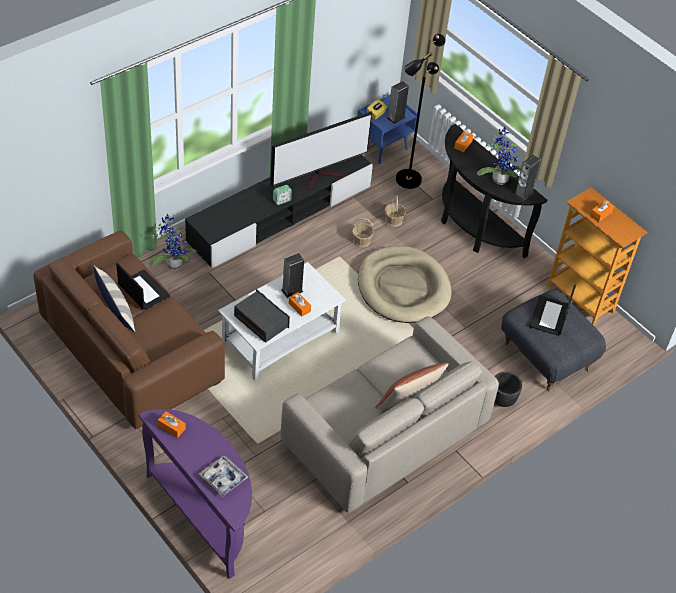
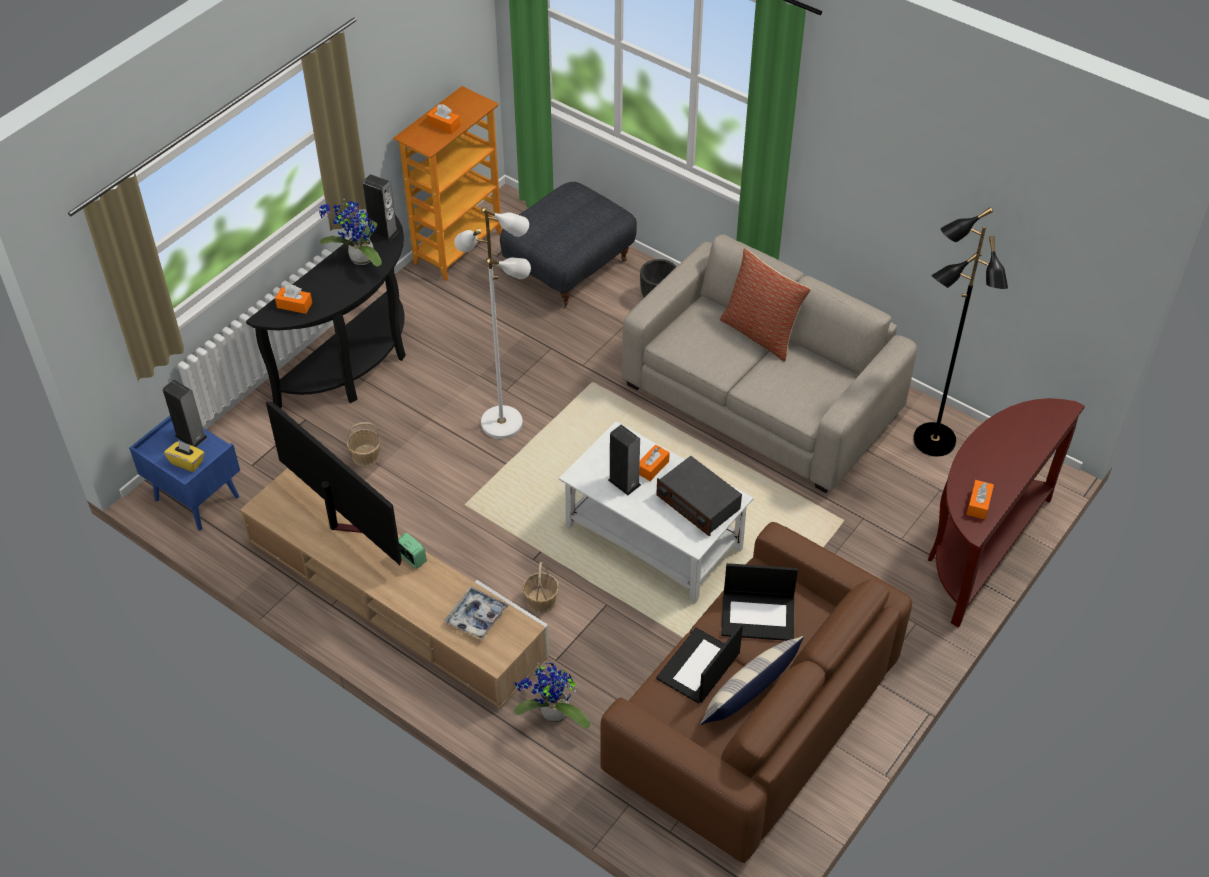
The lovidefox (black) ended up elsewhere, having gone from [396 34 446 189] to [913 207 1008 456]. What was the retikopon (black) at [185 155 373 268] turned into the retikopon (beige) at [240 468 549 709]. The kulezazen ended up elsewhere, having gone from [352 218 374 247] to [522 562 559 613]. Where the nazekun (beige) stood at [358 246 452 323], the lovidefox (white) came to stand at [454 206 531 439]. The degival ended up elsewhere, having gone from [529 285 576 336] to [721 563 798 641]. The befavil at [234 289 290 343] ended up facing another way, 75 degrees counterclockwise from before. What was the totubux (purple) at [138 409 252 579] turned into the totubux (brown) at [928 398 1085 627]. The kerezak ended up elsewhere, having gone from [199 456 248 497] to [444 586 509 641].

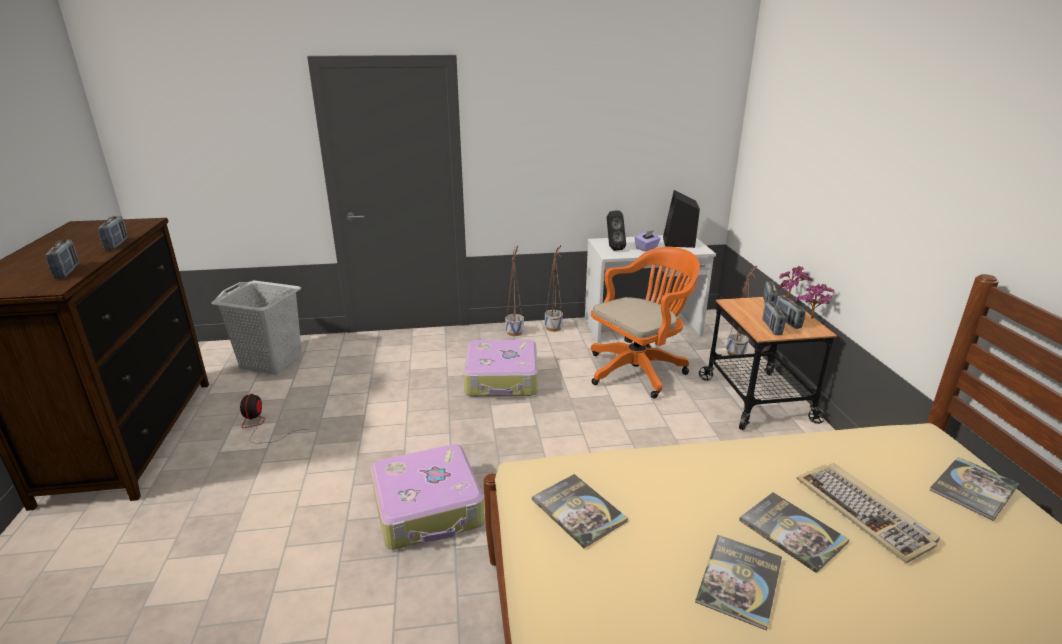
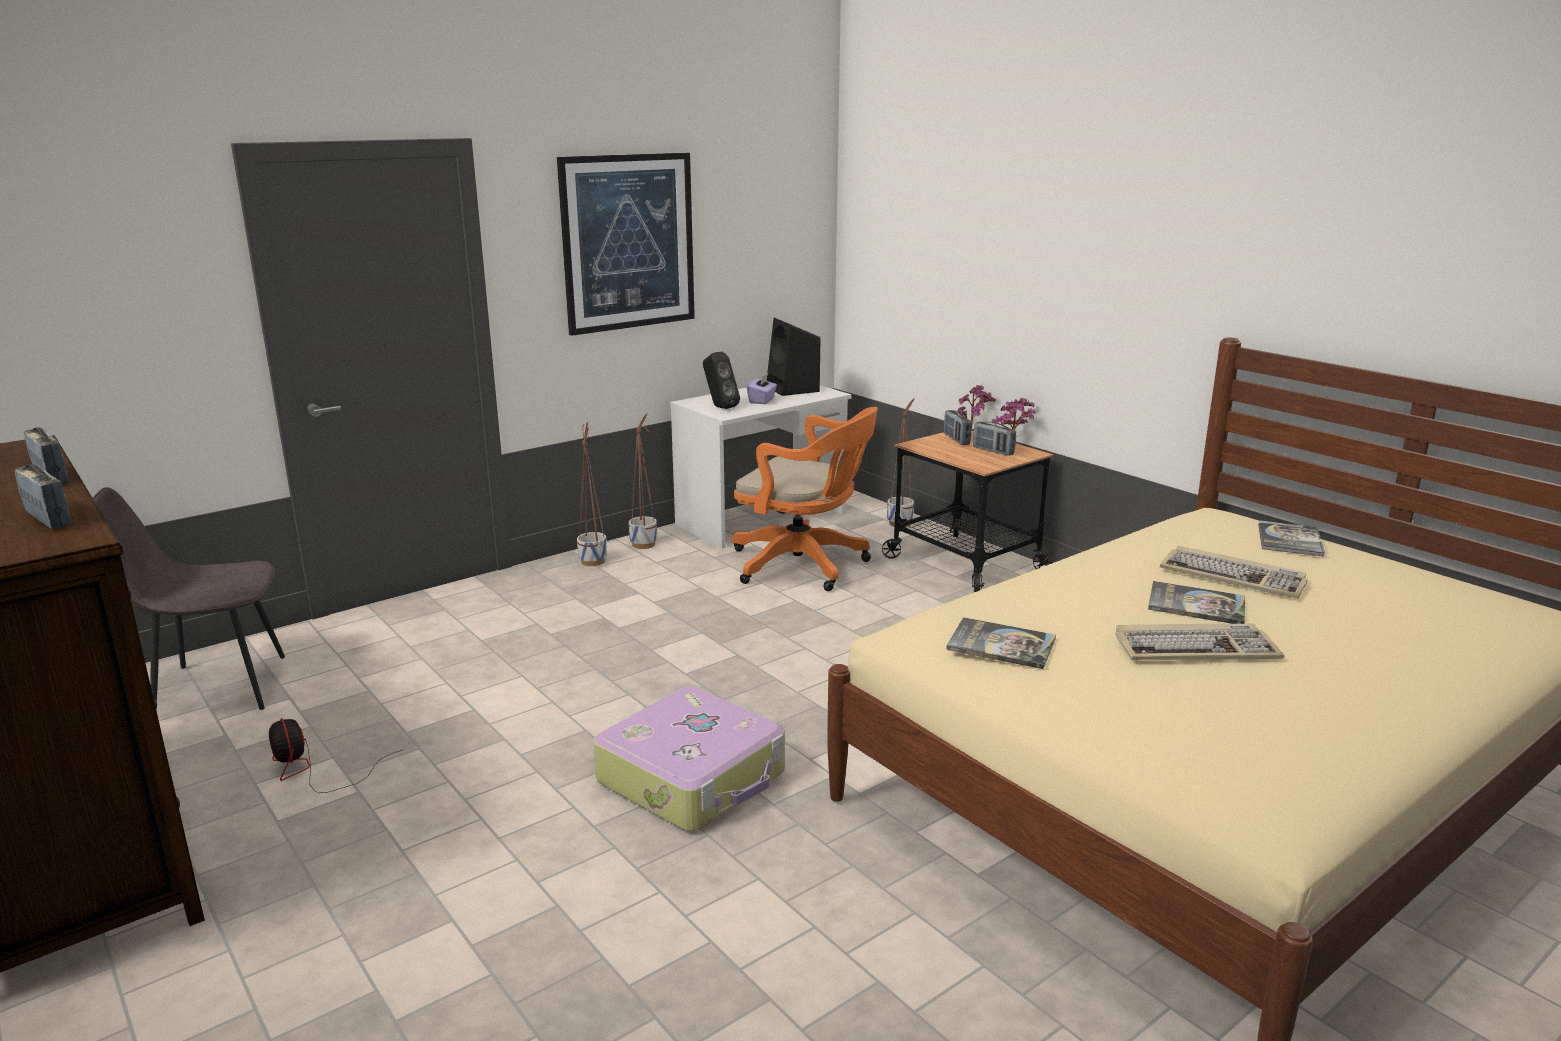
The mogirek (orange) at [591 247 700 399] ended up facing another way, 90 degrees clockwise from before. Where the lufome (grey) stood at [211 280 302 375], the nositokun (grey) came to stand at [93 487 285 710]. The second view lost the befavil at [762 301 786 335]. The second view lost the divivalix at [463 340 538 397]. Where the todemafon stood at [695 535 782 631], the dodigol came to stand at [1115 624 1284 660]. The second view gained the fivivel at [557 153 695 336].

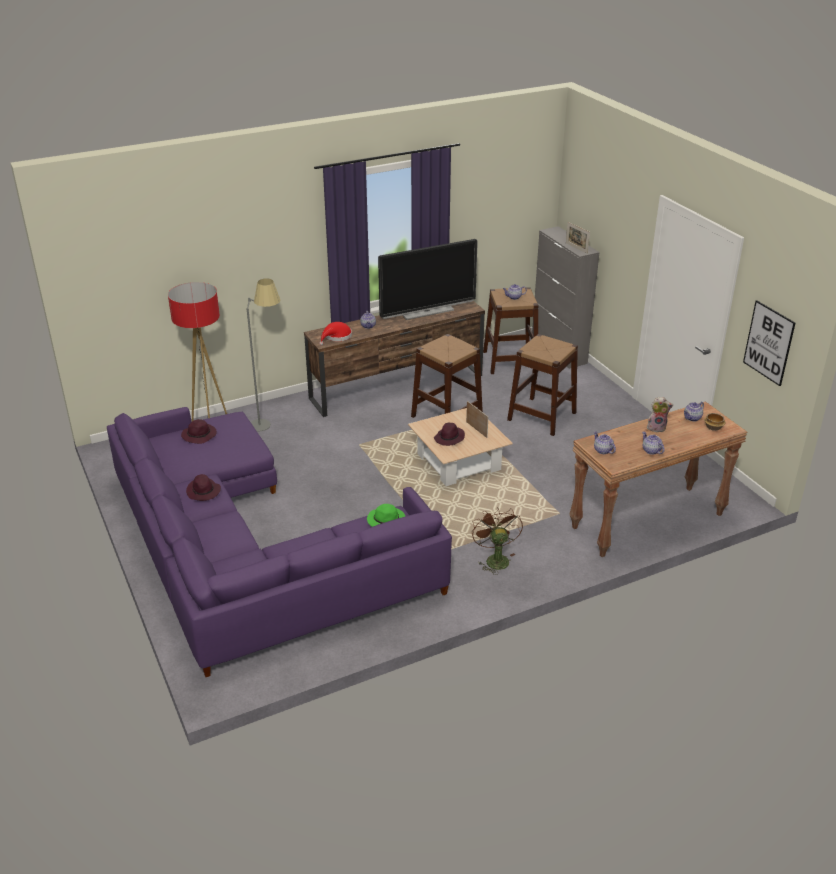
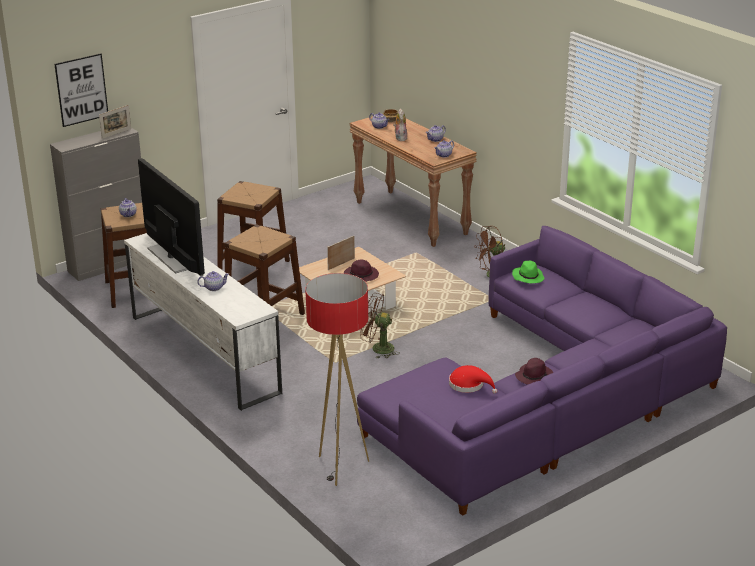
The second view lost the lovidefox (grey) at [246 278 280 431]. The fivivel ended up elsewhere, having gone from [743 300 795 386] to [54 53 108 127]. What was the retikopon (brown) at [304 301 485 417] turned into the retikopon (white) at [124 233 282 411]. The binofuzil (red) ended up elsewhere, having gone from [319 322 352 345] to [449 365 497 394]. The second view lost the binofuzil (purple) at [181 419 217 444]. The second view gained the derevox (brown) at [361 293 398 358].

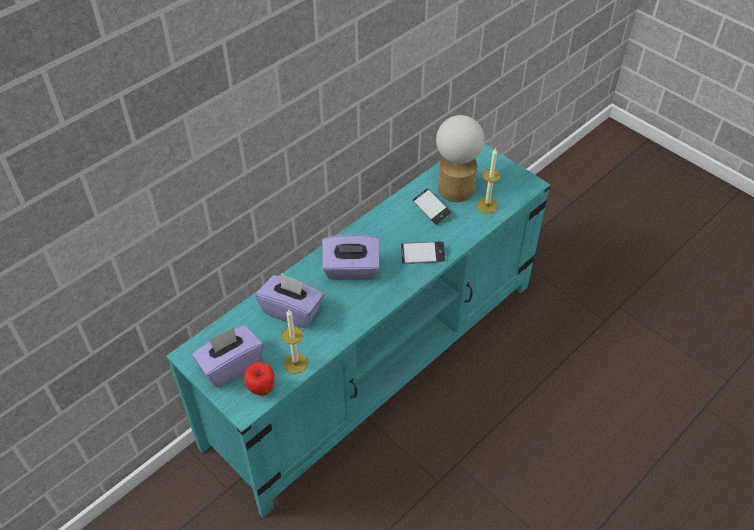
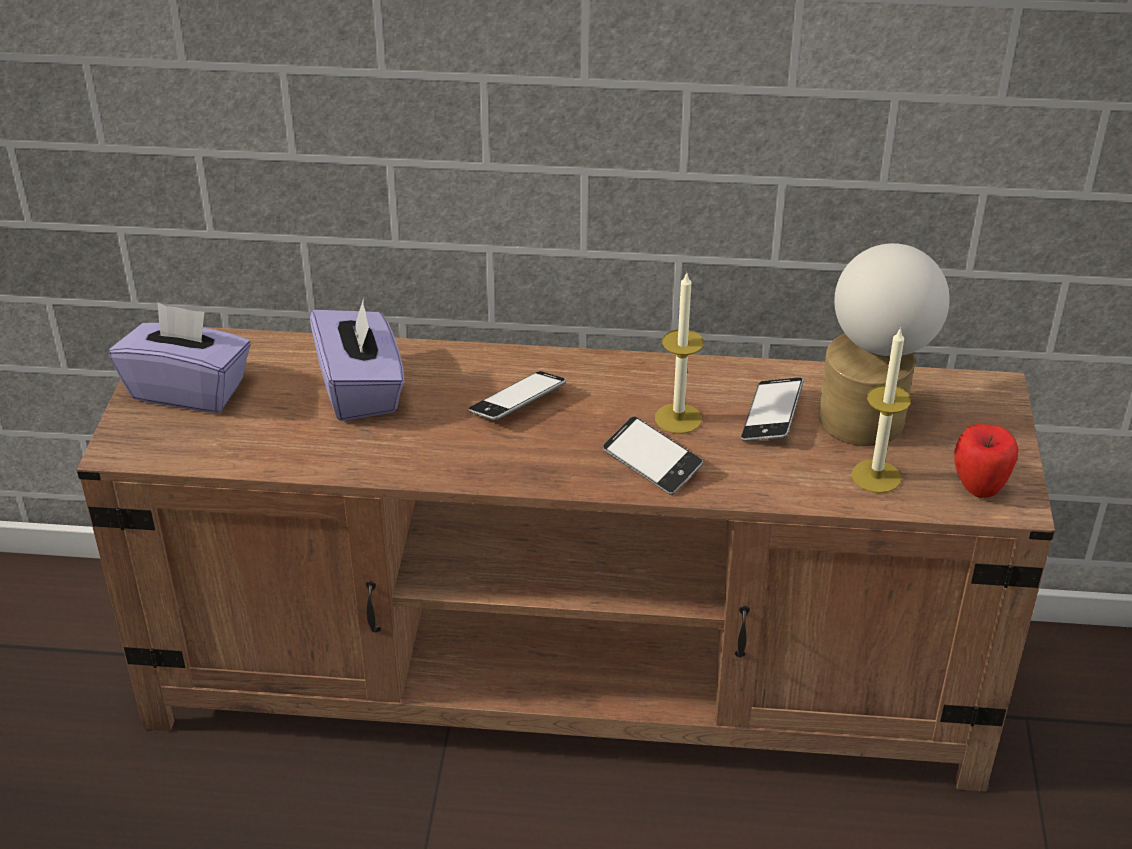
What was the retikopon (turquoise) at [166 143 550 518] turned into the retikopon (brown) at [77 327 1055 792]. Where the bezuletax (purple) stood at [322 235 380 280], the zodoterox came to stand at [469 371 566 420]. The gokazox ended up elsewhere, having gone from [282 310 308 374] to [655 272 703 434]. The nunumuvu ended up elsewhere, having gone from [244 362 275 396] to [954 424 1019 498].

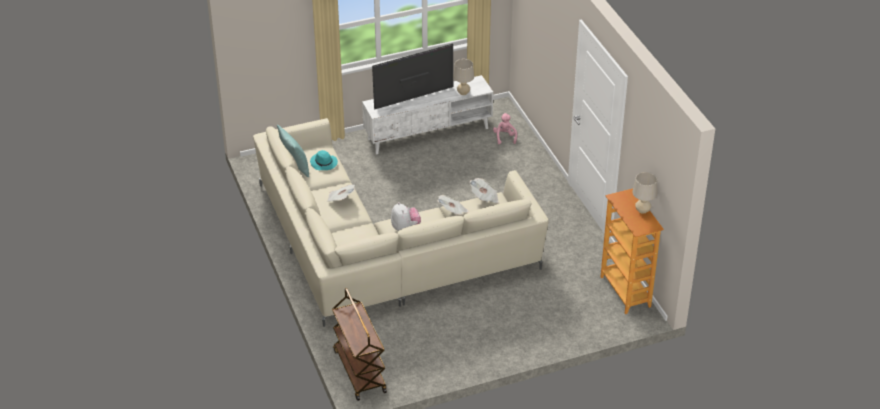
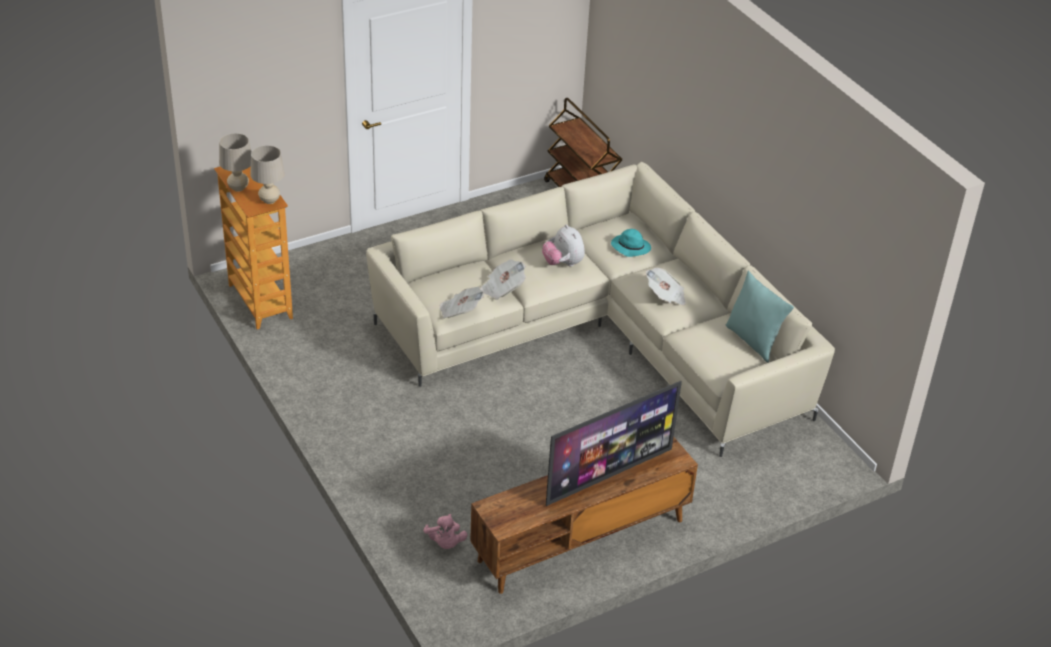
The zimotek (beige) ended up elsewhere, having gone from [453 59 474 95] to [250 145 285 204]. What was the retikopon (white) at [362 75 493 154] turned into the retikopon (brown) at [470 437 698 594]. The binofuzil (turquoise) ended up elsewhere, having gone from [310 150 338 170] to [611 229 651 257].

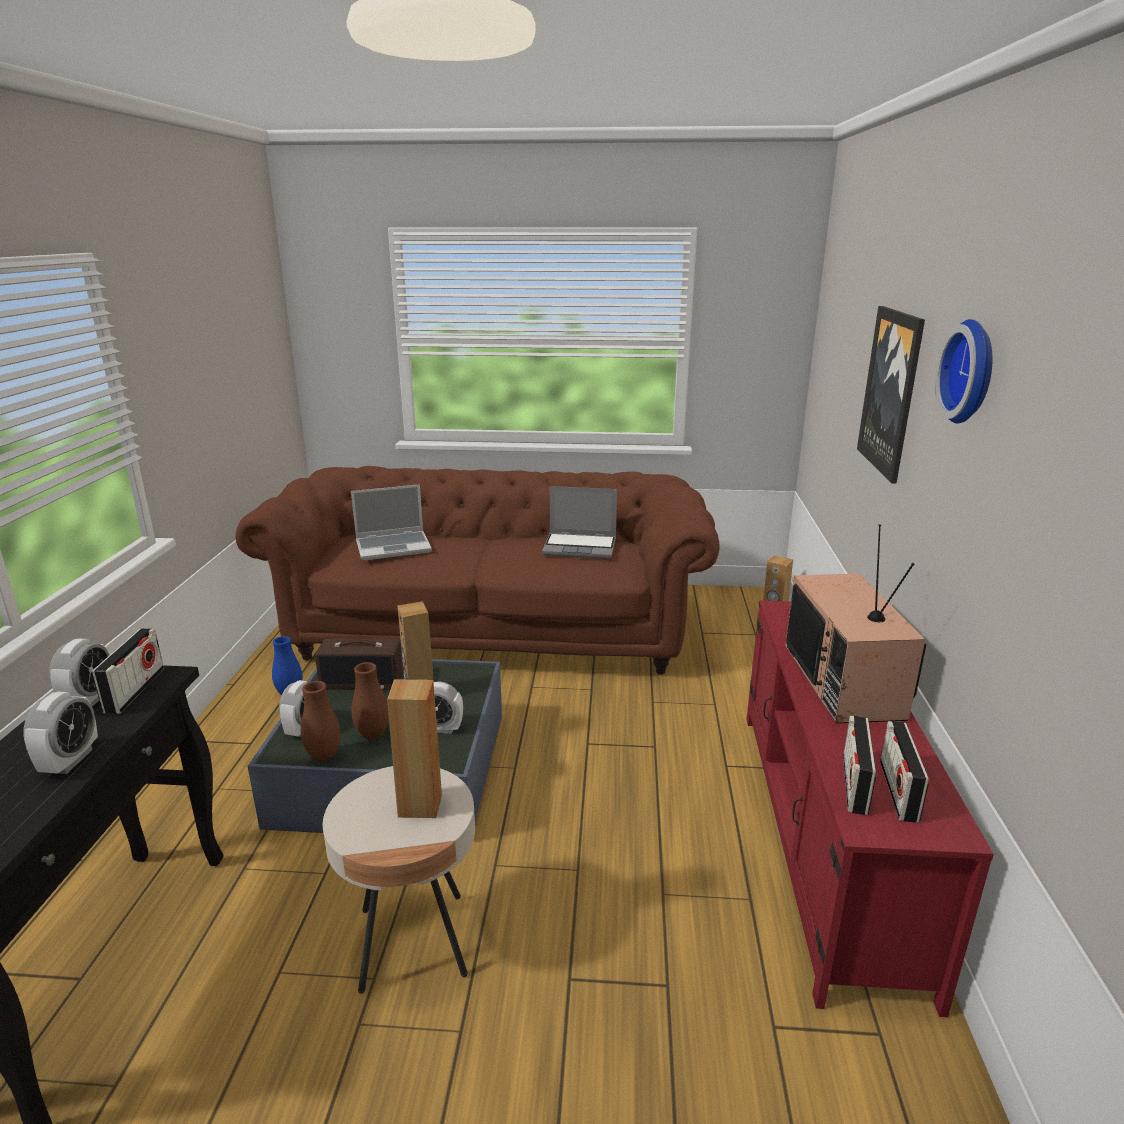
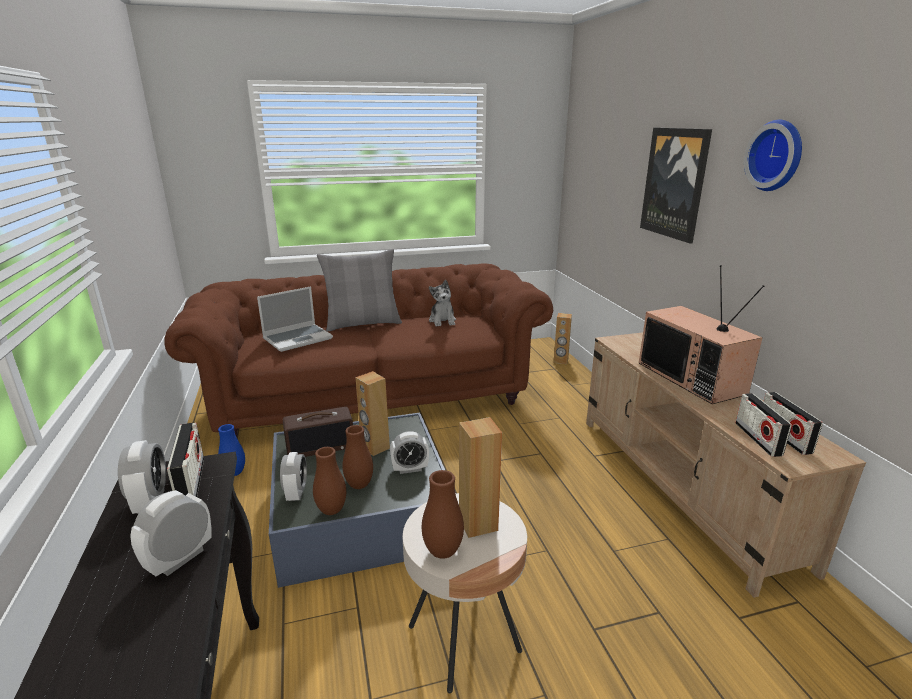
Where the degival stood at [542 486 617 559], the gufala came to stand at [429 280 456 327]. What was the retikopon (red) at [747 600 994 1017] turned into the retikopon (beige) at [586 332 866 598]. The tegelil at [23 692 98 774] ended up facing another way, 135 degrees counterclockwise from before. The second view gained the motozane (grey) at [317 249 402 331]. The second view gained the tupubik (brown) at [422 470 464 559].

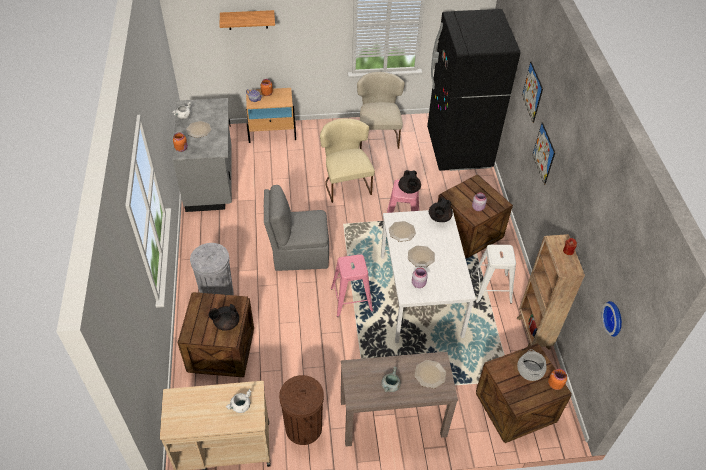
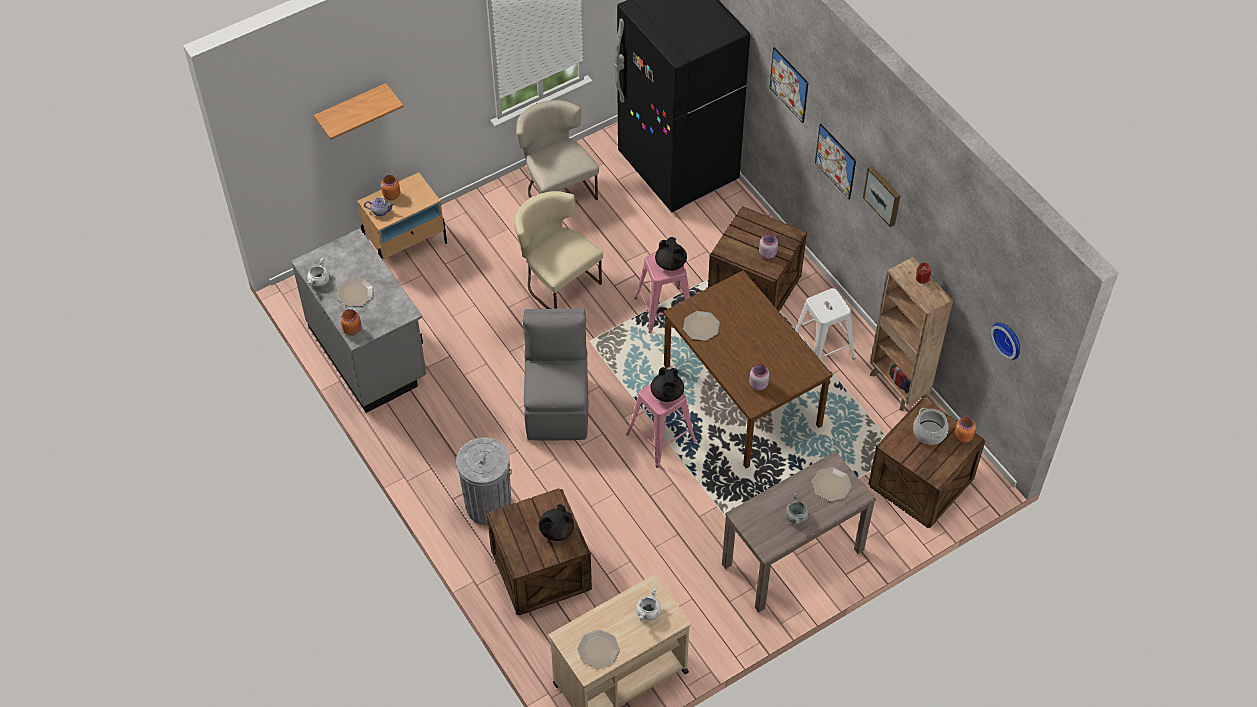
The nositokun (grey) at [264 185 329 271] ended up facing another way, 120 degrees clockwise from before. The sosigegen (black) ended up elsewhere, having gone from [429 197 453 222] to [650 367 684 402]. What was the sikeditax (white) at [381 210 476 343] turned into the sikeditax (brown) at [663 270 833 469]. The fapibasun ended up elsewhere, having gone from [408 245 435 267] to [577 630 620 668]. The second view lost the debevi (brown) at [279 375 324 445]. The second view gained the fivivel at [863 166 900 227].

